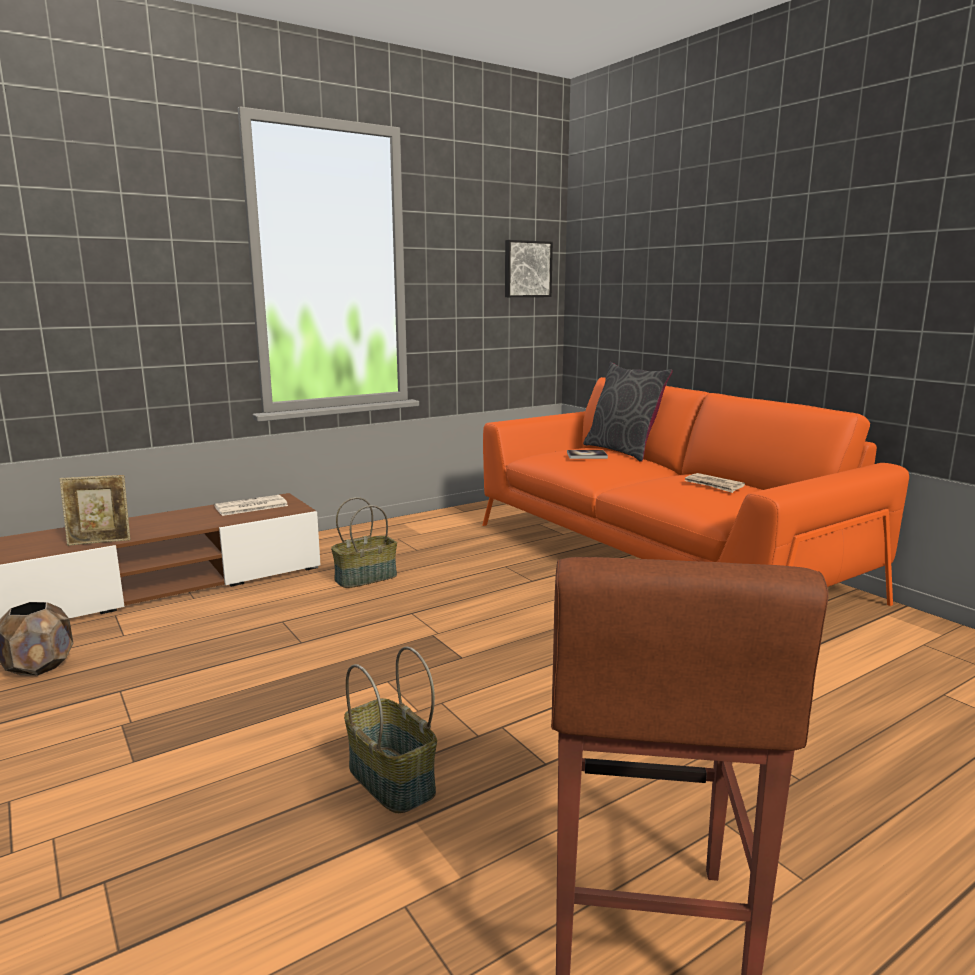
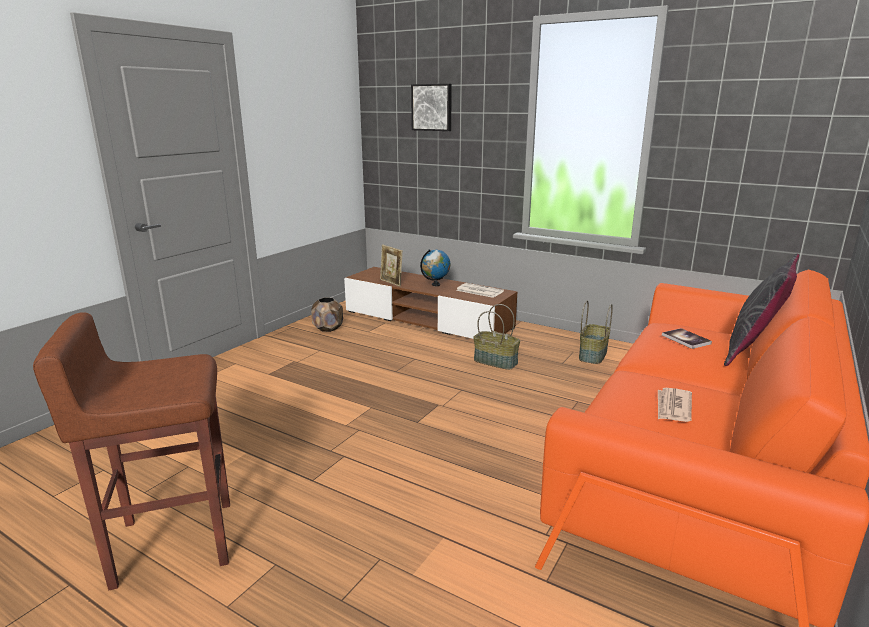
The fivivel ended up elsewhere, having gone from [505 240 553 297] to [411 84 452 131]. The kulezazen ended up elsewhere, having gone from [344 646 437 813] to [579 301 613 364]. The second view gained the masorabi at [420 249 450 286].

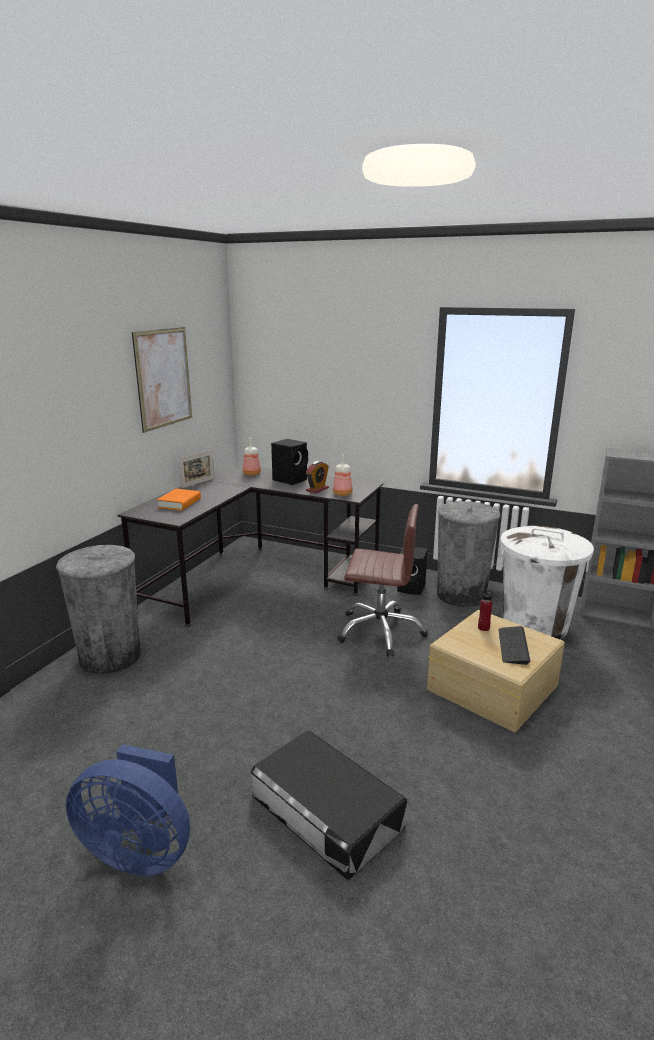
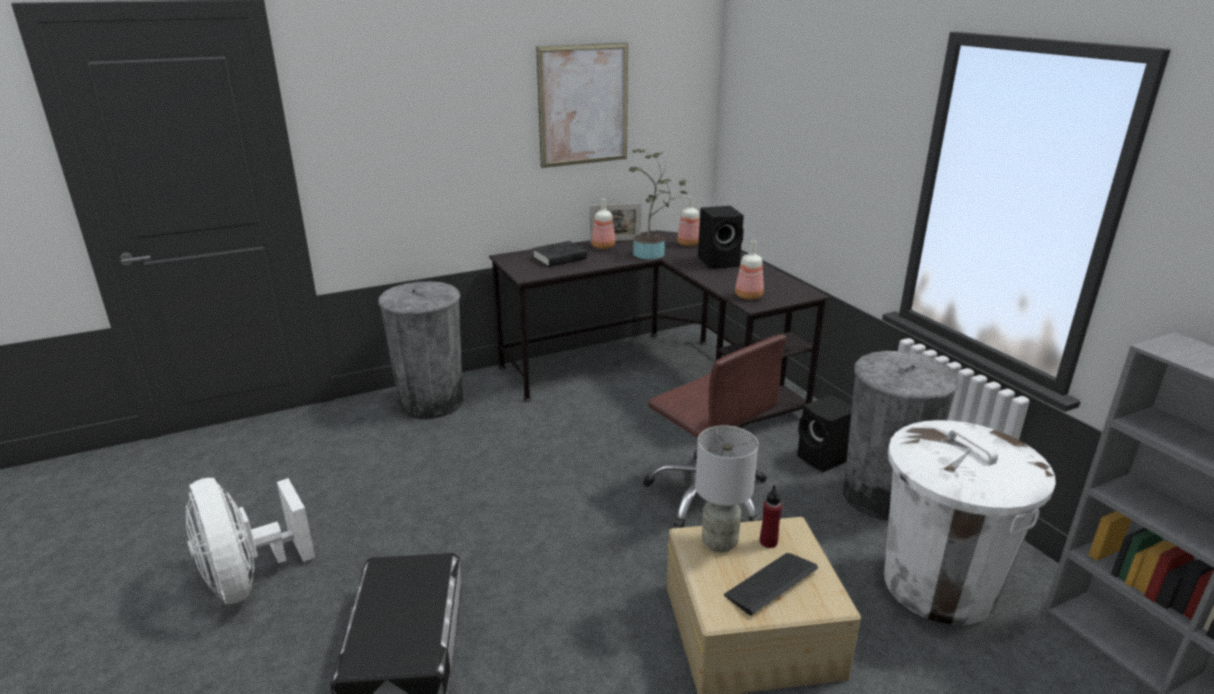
The second view lost the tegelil at [306 461 329 493]. What was the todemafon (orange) at [157 489 201 510] turned into the todemafon (black) at [532 241 587 267]. What was the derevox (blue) at [66 744 190 876] turned into the derevox (white) at [186 478 315 605]. The second view gained the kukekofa at [629 149 688 259]. The second view gained the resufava at [591 198 615 249]. The second view gained the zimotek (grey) at [695 425 758 552].

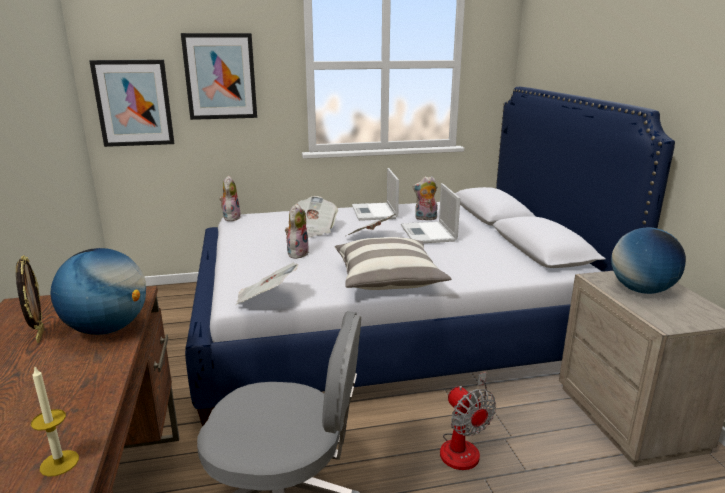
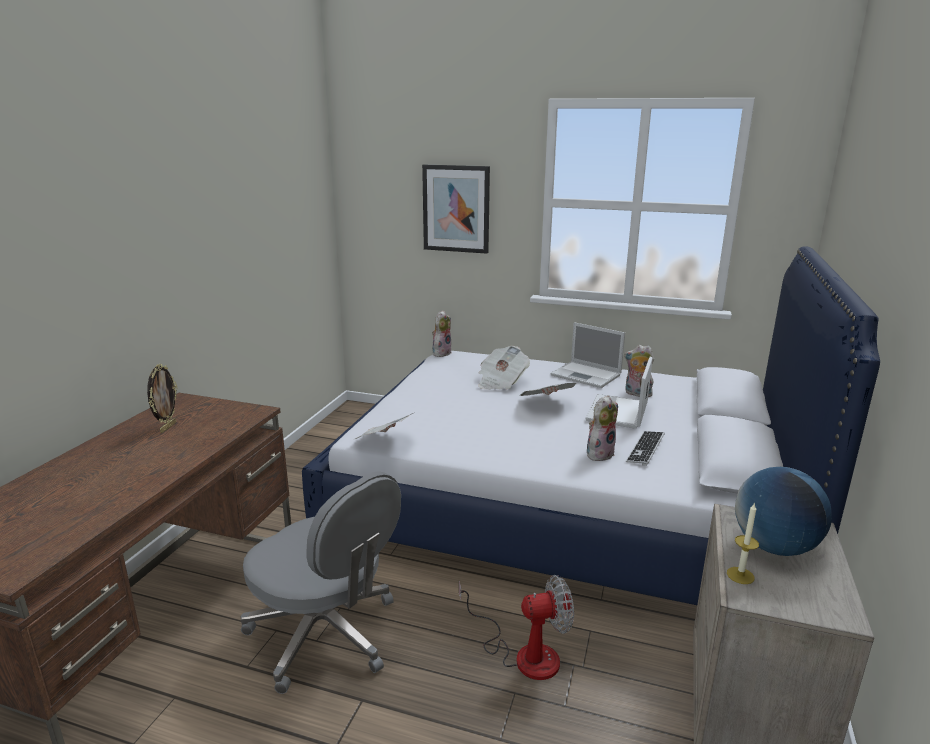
The second view lost the fivivel at [89 60 175 147]. The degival at [352 168 399 221] ended up facing another way, 75 degrees counterclockwise from before. The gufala ended up elsewhere, having gone from [285 204 309 259] to [587 395 618 462]. The second view lost the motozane at [335 237 451 290]. The second view lost the masorabi at [50 248 146 335]. The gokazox ended up elsewhere, having gone from [31 367 79 477] to [727 502 759 584]. The derevox at [440 372 496 470] ended up facing another way, 105 degrees counterclockwise from before. The second view gained the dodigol at [626 431 665 466].

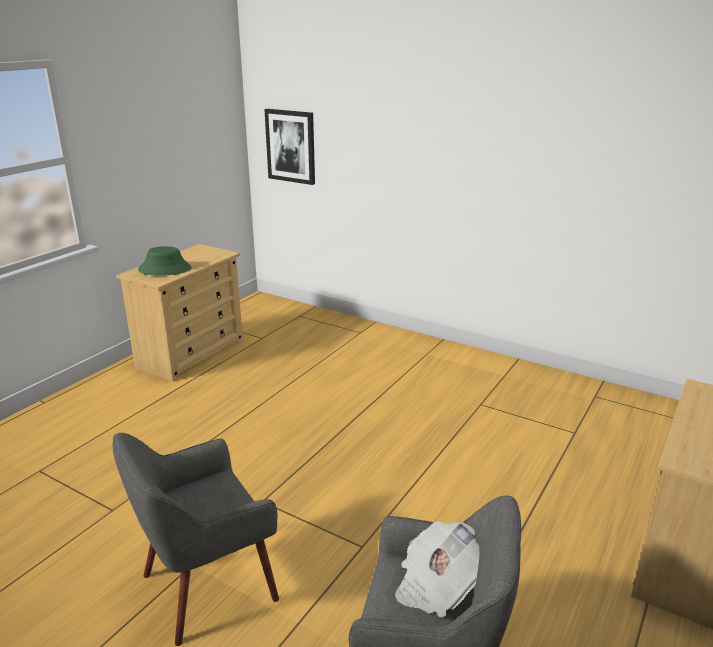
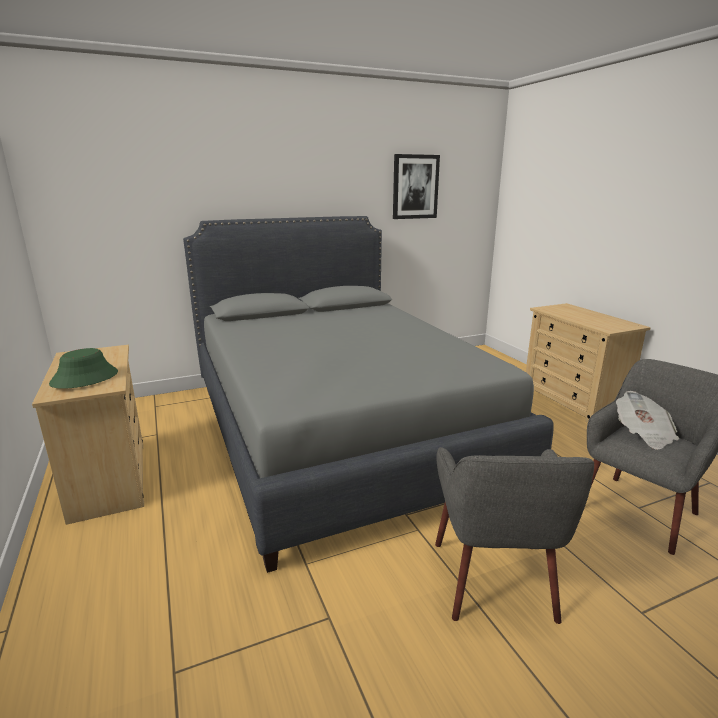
The fivivel ended up elsewhere, having gone from [264 109 315 185] to [393 154 440 219]. The second view gained the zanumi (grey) at [183 216 554 573].

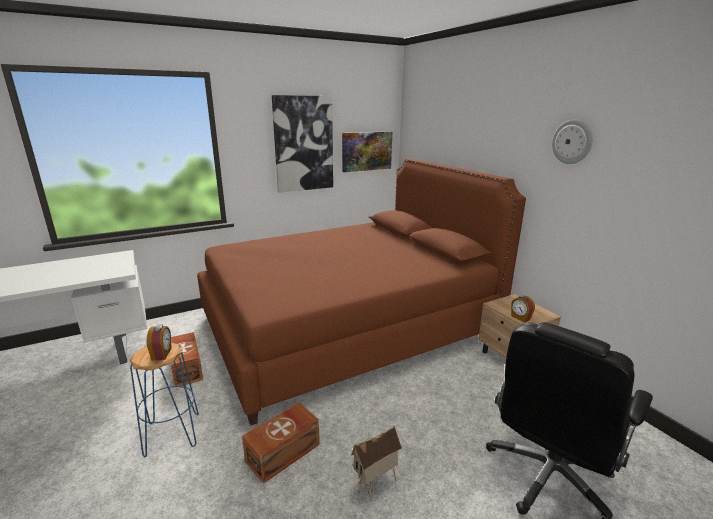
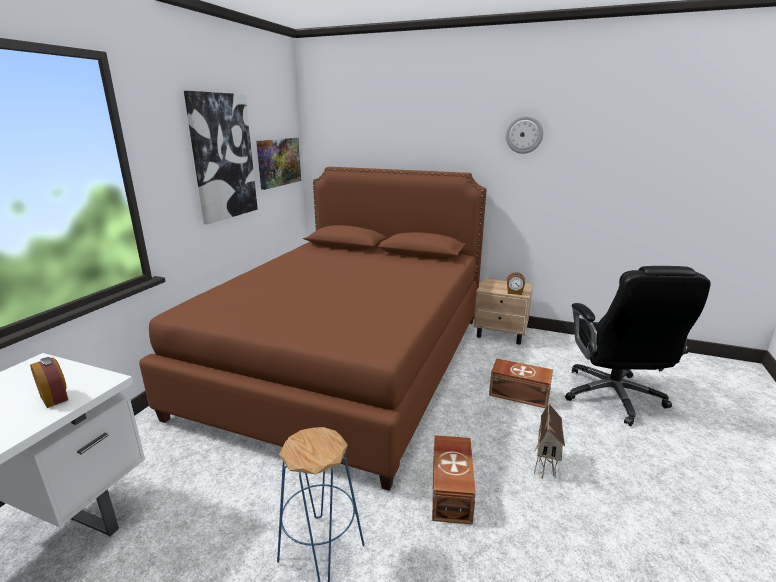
The tegelil ended up elsewhere, having gone from [147 325 172 360] to [30 357 68 408]. The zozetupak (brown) ended up elsewhere, having gone from [171 332 203 386] to [489 358 553 408].

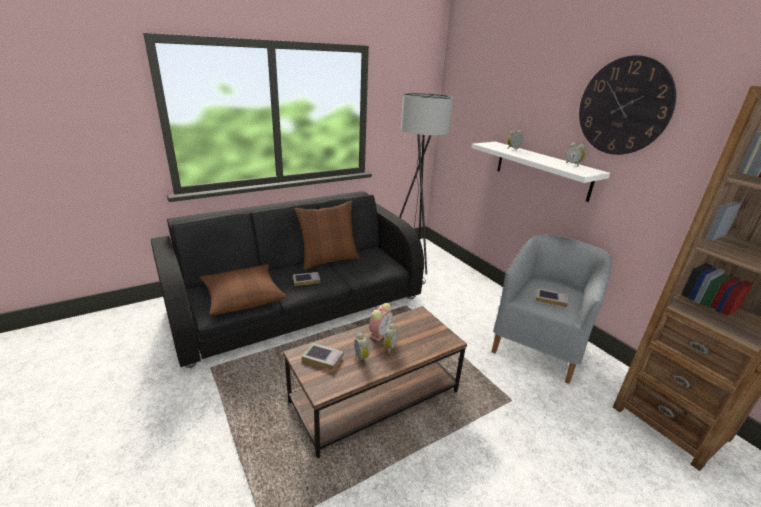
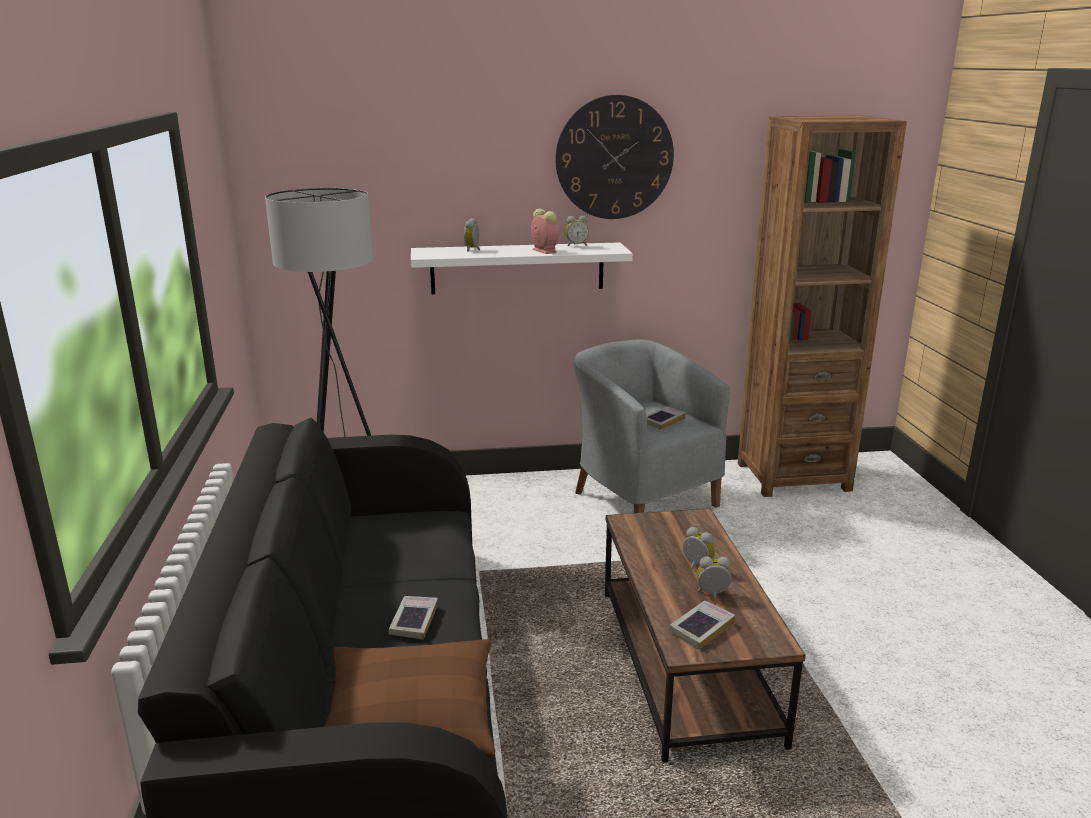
The second view lost the motozane (brown) at [294 201 359 270]. The tegelil ended up elsewhere, having gone from [369 303 393 341] to [531 209 559 254].

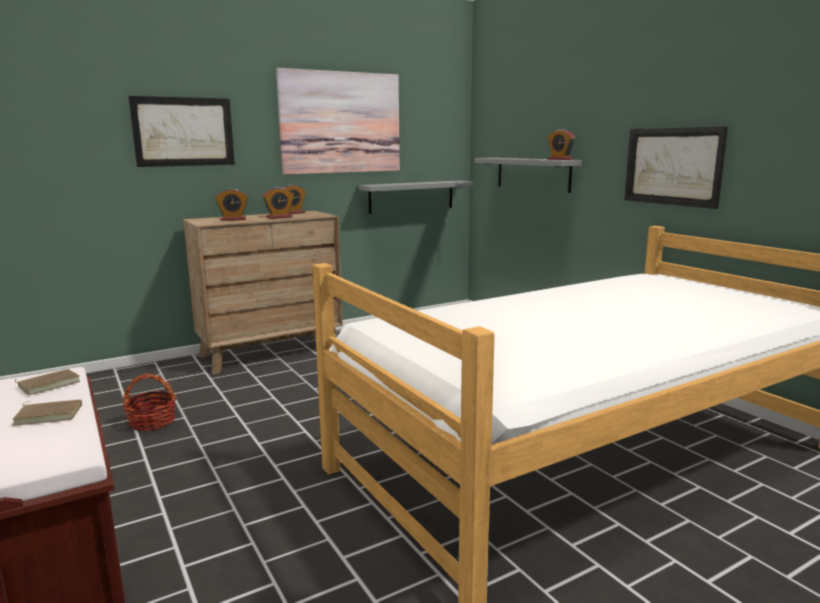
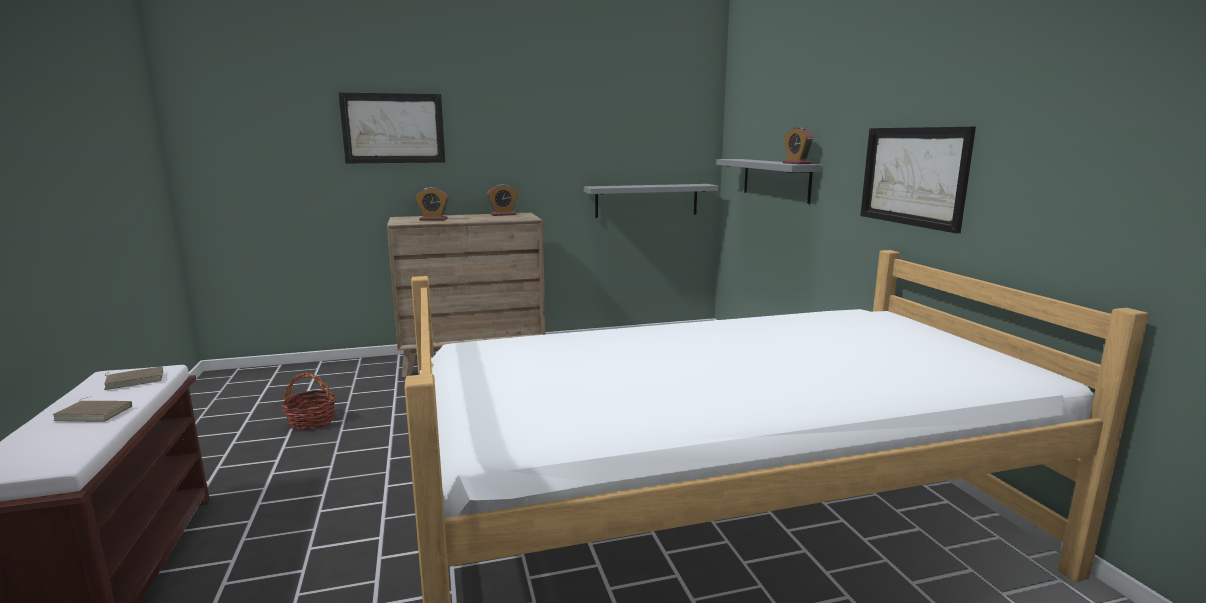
The second view lost the fivivel at [276 68 400 175]. The second view lost the tegelil at [262 187 294 219].

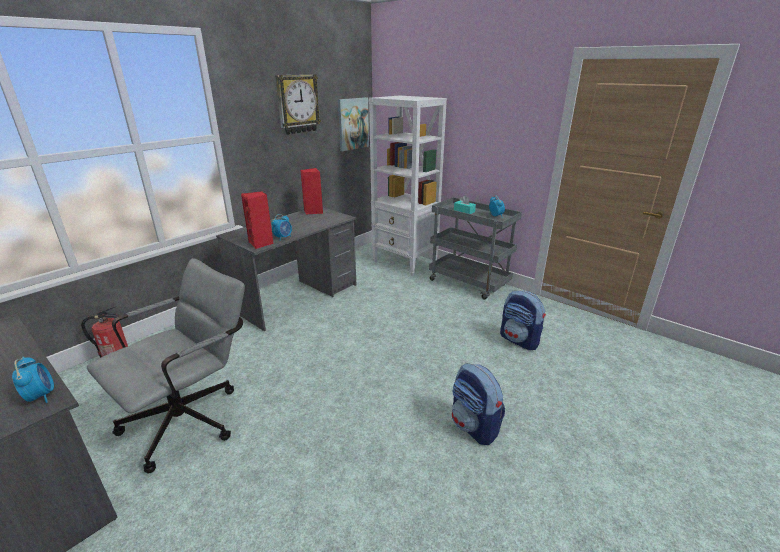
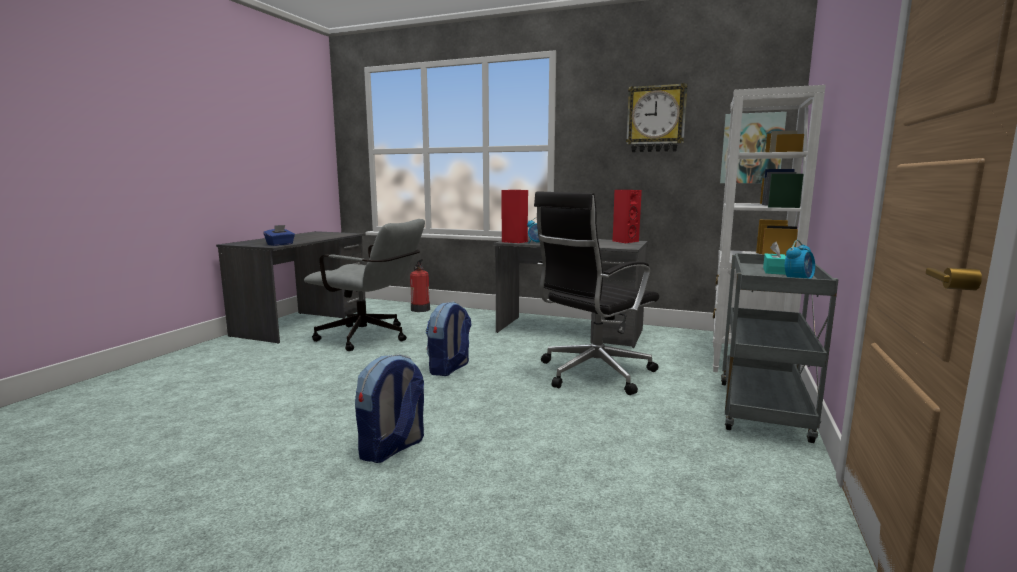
The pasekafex ended up elsewhere, having gone from [500 290 546 350] to [426 302 472 376]. Where the tegelil stood at [12 357 54 403], the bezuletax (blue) came to stand at [263 225 295 246]. The second view gained the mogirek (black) at [534 191 659 395].

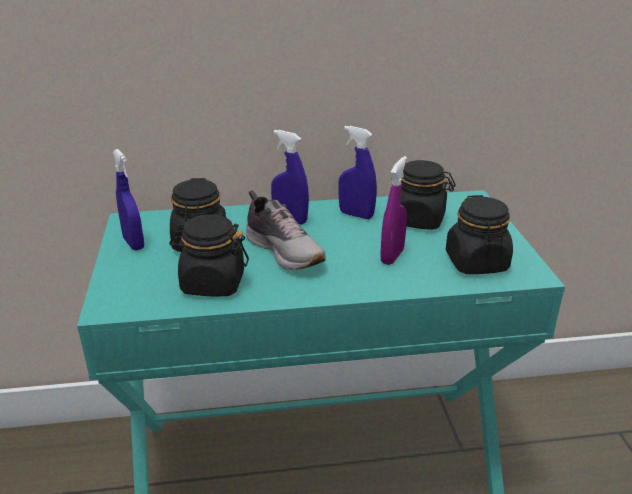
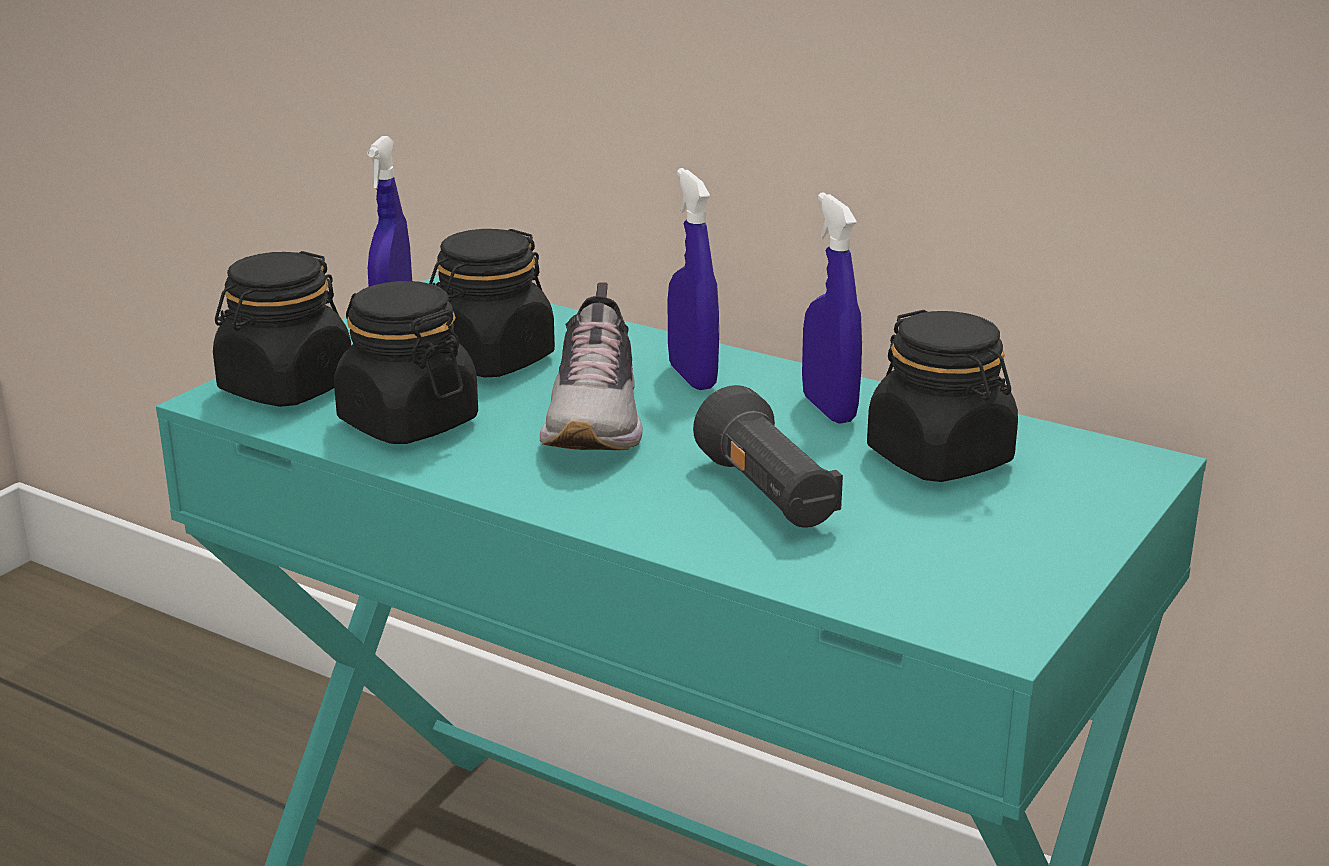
Where the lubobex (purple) stood at [380 156 407 265], the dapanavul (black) came to stand at [693 385 843 528]. The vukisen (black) ended up elsewhere, having gone from [446 195 513 274] to [213 251 351 407].

